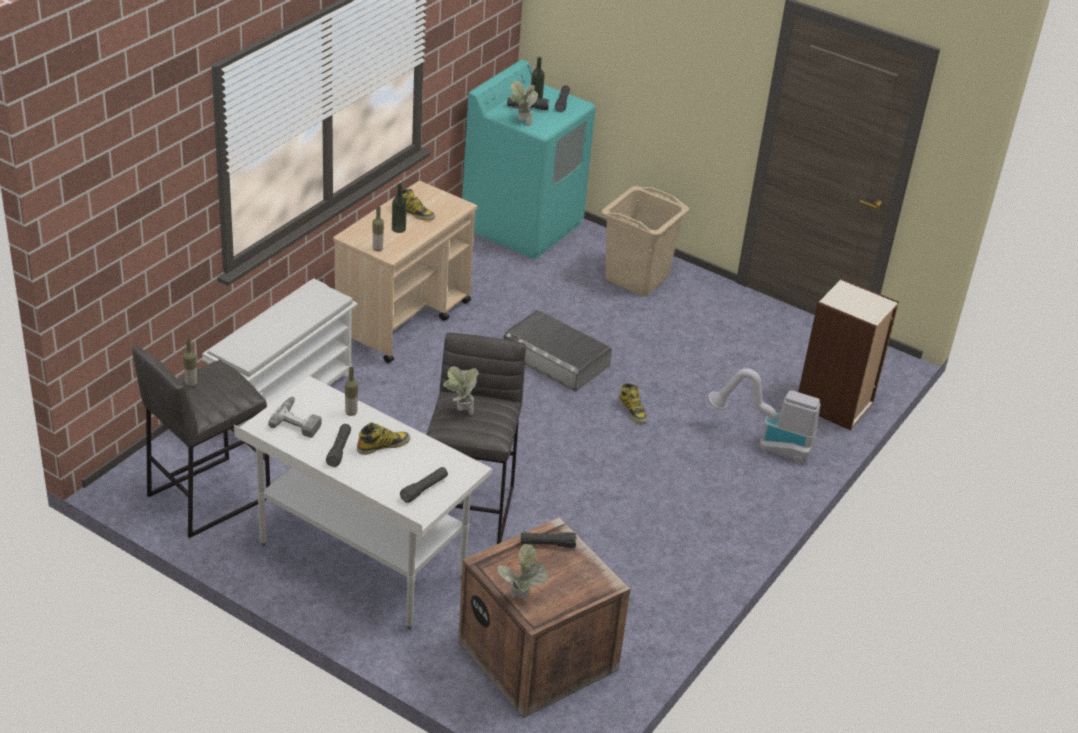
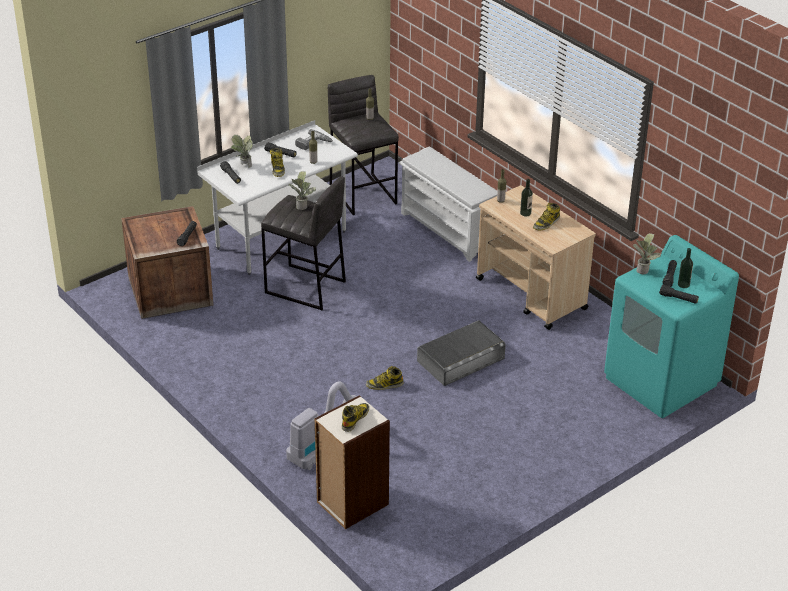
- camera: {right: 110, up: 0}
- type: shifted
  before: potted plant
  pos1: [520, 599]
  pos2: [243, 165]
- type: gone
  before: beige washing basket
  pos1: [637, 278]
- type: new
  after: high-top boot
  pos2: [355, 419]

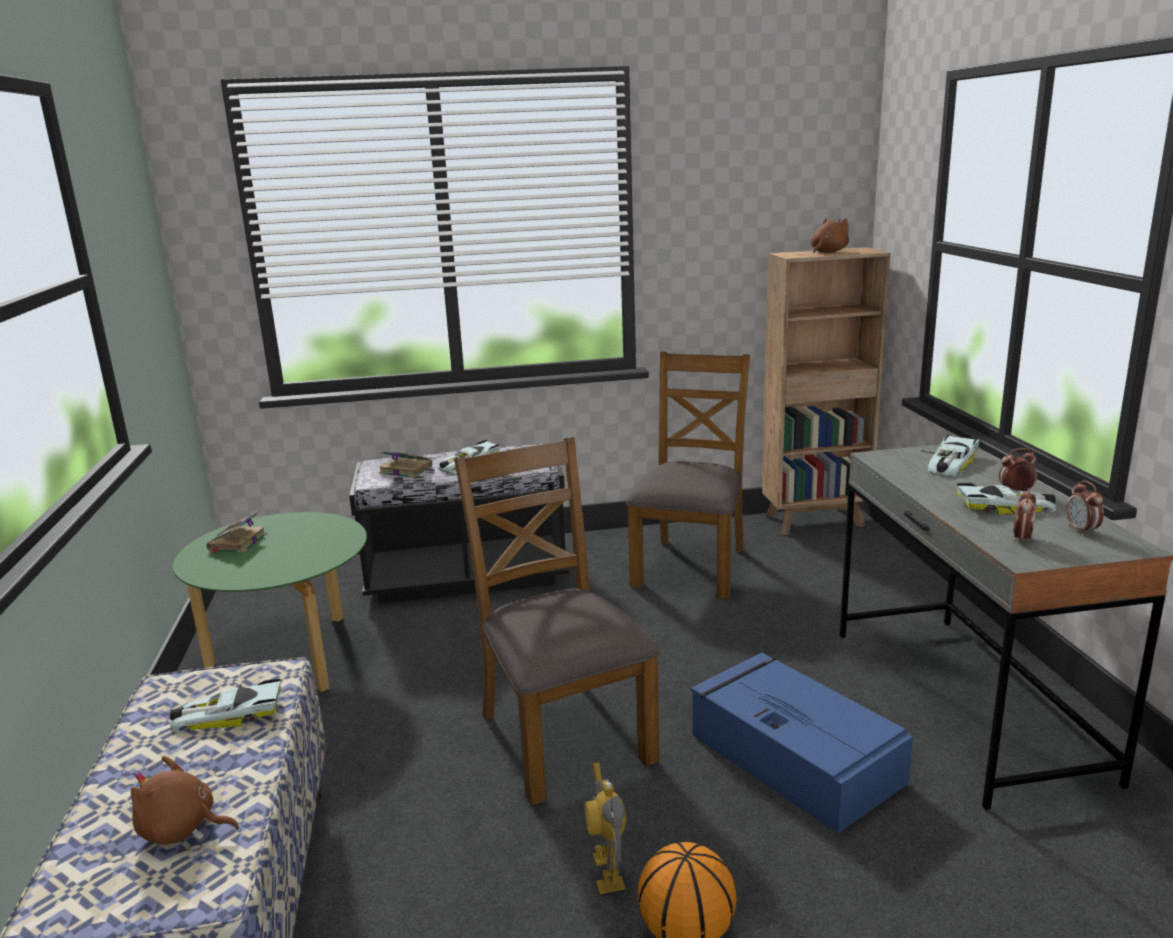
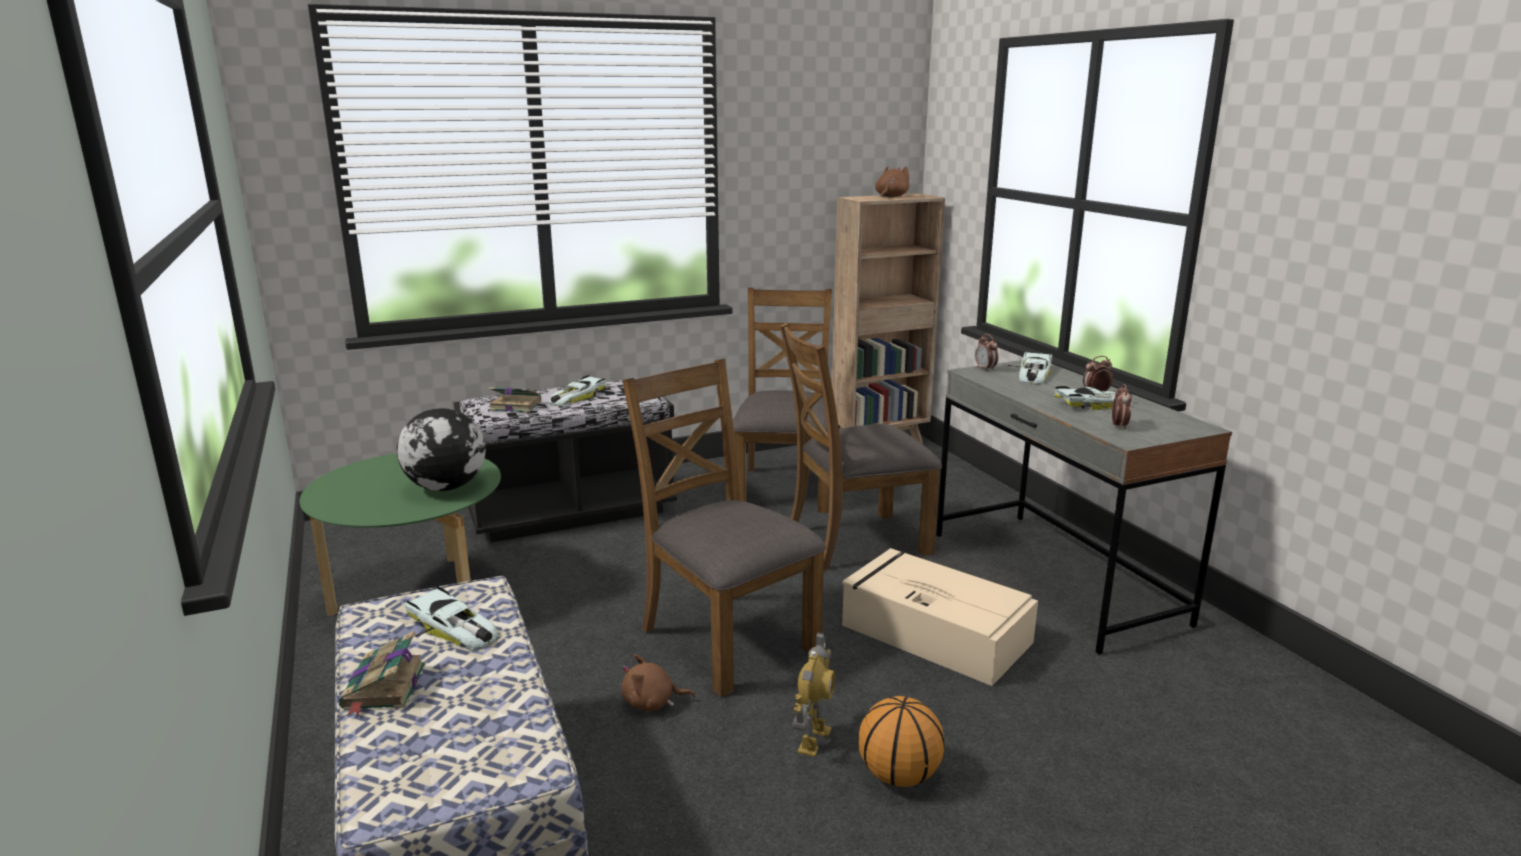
- camera: {right: -15, up: 0}
- type: shifted
  before: brown soft toy
  pos1: [182, 830]
  pos2: [652, 703]
- type: rotated
  before: toy car
  pos1: [228, 714]
  pos2: [453, 629]
  turn: -120
- type: shifted
  before: volume
  pos1: [237, 543]
  pos2: [383, 688]
- type: rotated
  before: robot figure
  pos1: [608, 872]
  pos2: [813, 740]
  turn: -135
- type: repainted
  before: bluish storage bin
  after: beige storage bin
  pos1: [792, 756]
  pos2: [933, 632]
- type: shifted
  before: alarm clock
  pos1: [1081, 531]
  pos2: [985, 369]
- type: new
  after: globe
  pos2: [447, 487]
- type: new
  after: brown plain chair
  pos2: [855, 541]

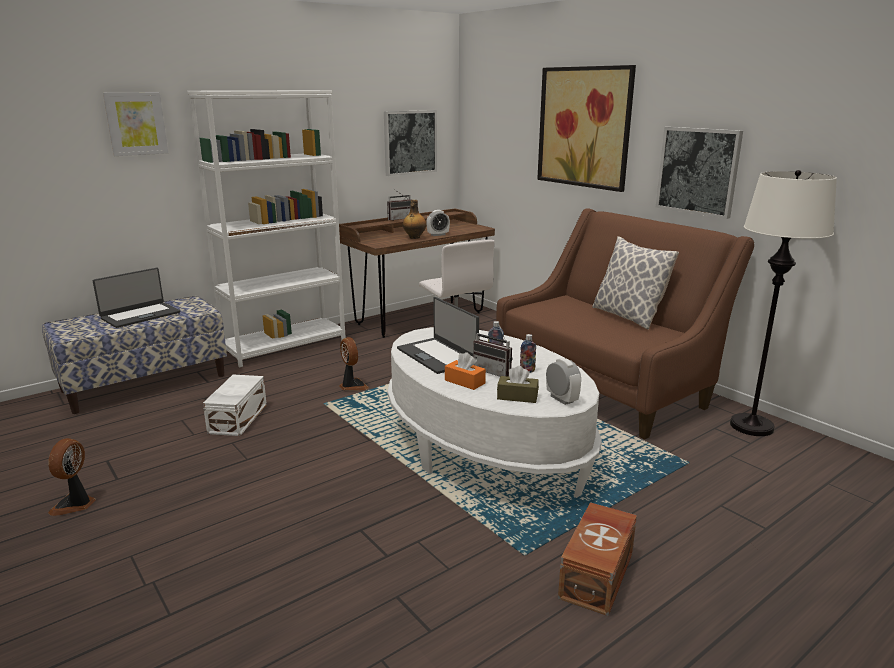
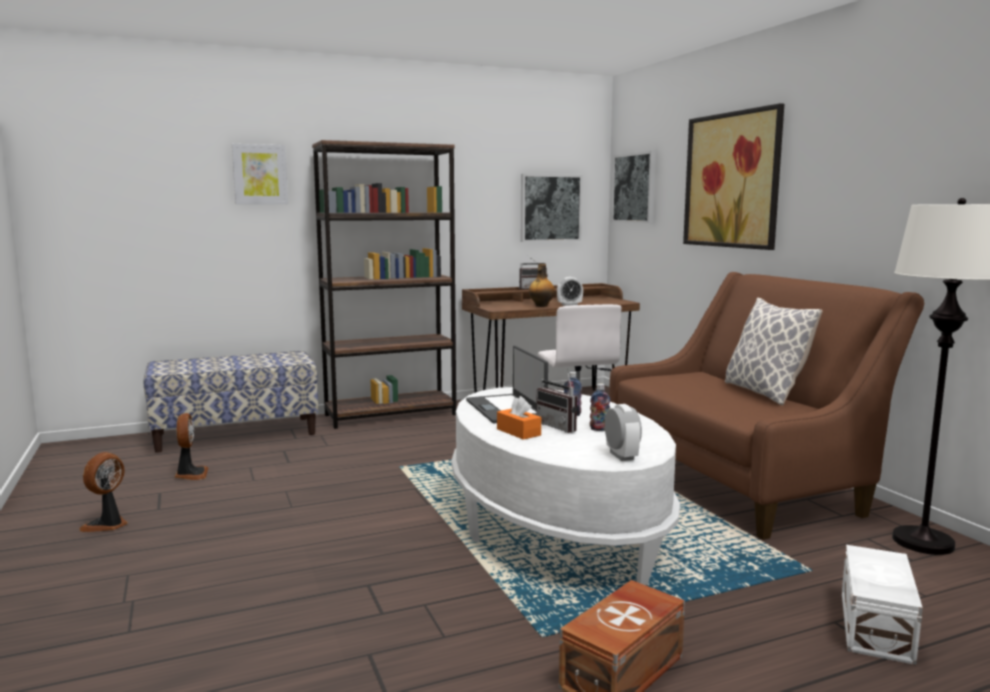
- camera: {right: 15, up: -10}
- type: gone
  before: notebook computer
  pos1: [140, 315]
- type: repainted
  before: white bookcase
  after: brown bookcase
  pos1: [285, 346]
  pos2: [391, 415]
- type: shifted
  before: white storage bin
  pos1: [236, 419]
  pos2: [873, 626]
- type: shifted
  before: electric fan
  pos1: [352, 386]
  pos2: [191, 474]
- type: gone
  before: brown tissue holder
  pos1: [517, 396]
- type: shifted
  before: wall art
  pos1: [698, 171]
  pos2: [634, 188]

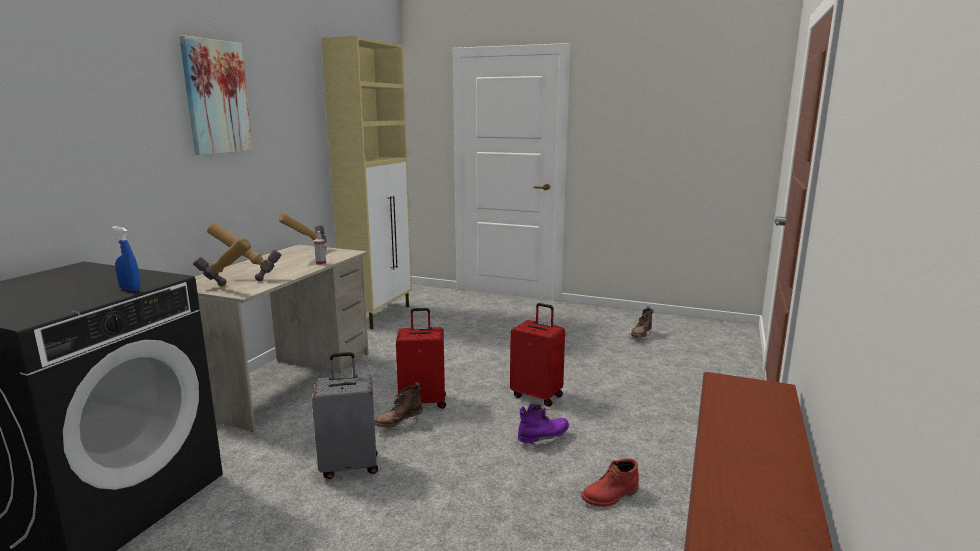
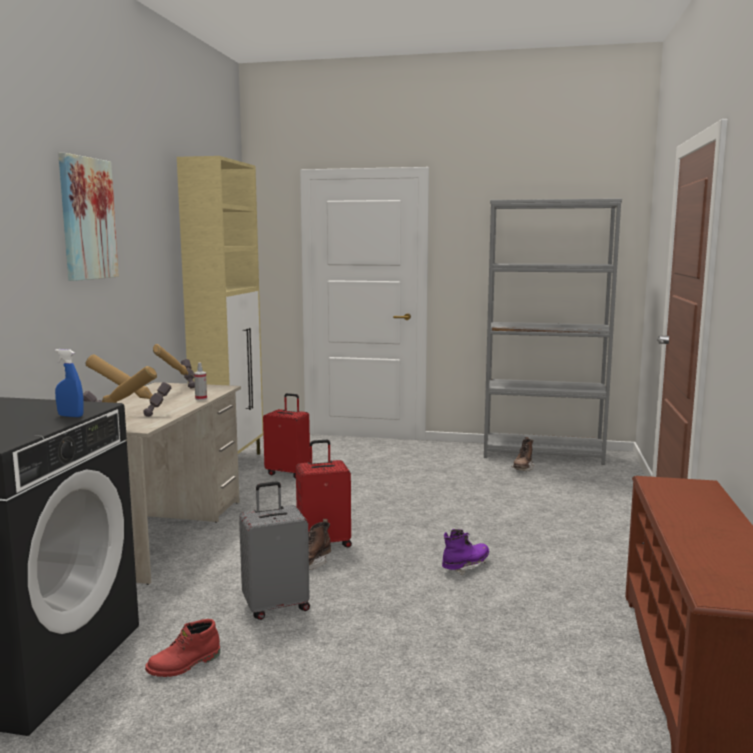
- camera: {right: -10, up: -5}
- type: shifted
  before: red-coloured suitcase
  pos1: [537, 395]
  pos2: [288, 473]
- type: shifted
  before: red-coloured high-top boot
  pos1: [610, 496]
  pos2: [184, 665]
- type: new
  after: grey bookcase
  pos2: [543, 454]

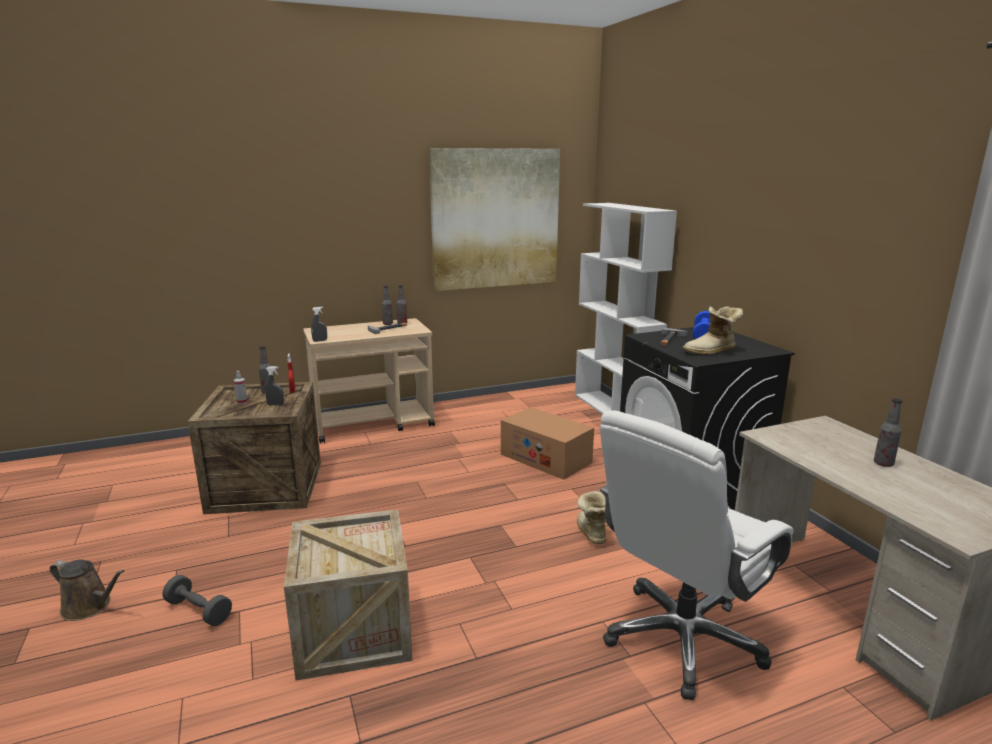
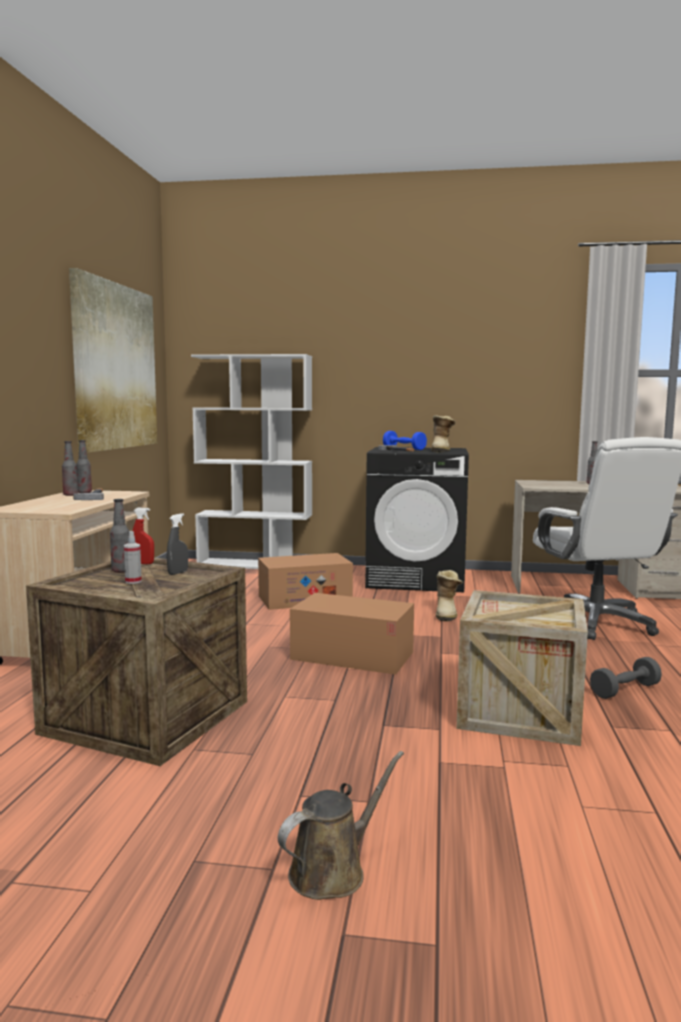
- camera: {right: -60, up: -10}
- type: shifted
  before: grey dumbbell
  pos1: [199, 611]
  pos2: [625, 690]
- type: gone
  before: grey hand sprayer
  pos1: [320, 341]
- type: rotated
  before: high-top boot
  pos1: [590, 533]
  pos2: [447, 614]
  turn: -105
- type: new
  after: packing box
  pos2: [352, 655]

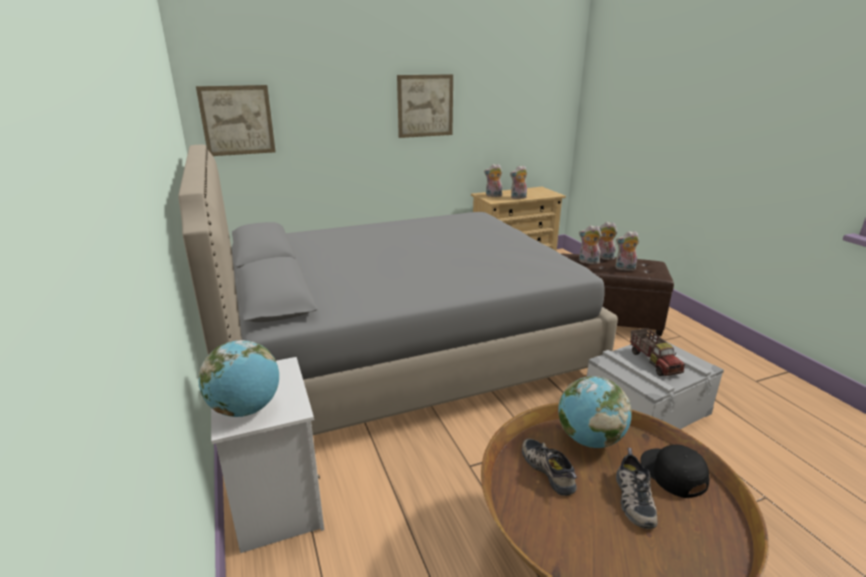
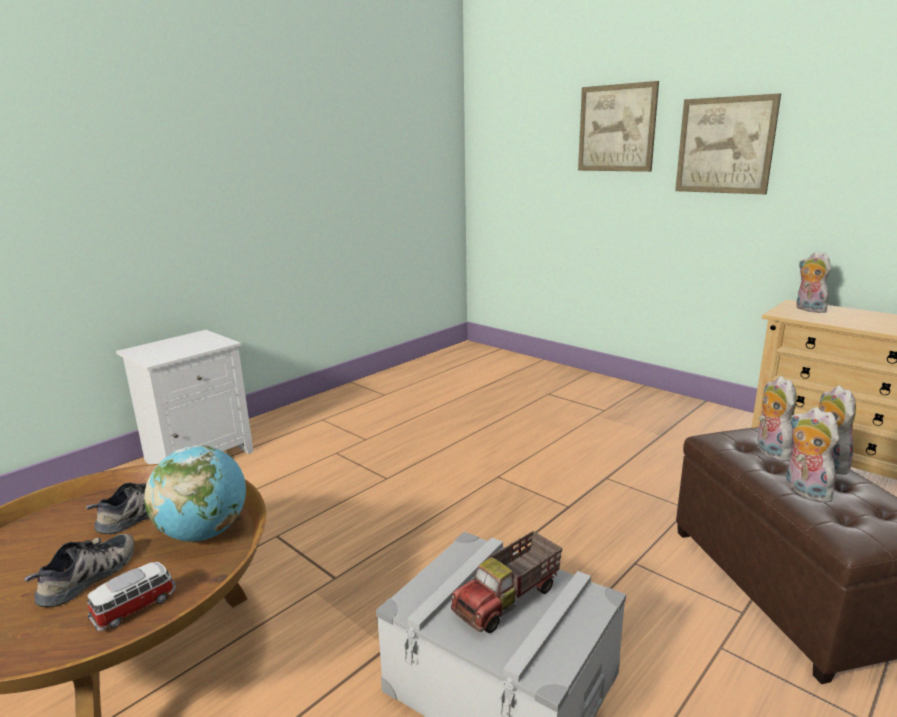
- camera: {right: 65, up: -5}
- type: gone
  before: grey bedroom bed
  pos1: [399, 351]
- type: shifted
  before: wall art
  pos1: [237, 120]
  pos2: [616, 128]
- type: gone
  before: globe
  pos1: [246, 409]
- type: gone
  before: soft toy
  pos1: [518, 198]
- type: rotated
  before: item of footwear
  pos1: [632, 497]
  pos2: [90, 577]
  turn: 135
- type: swapped
  before: black-coloured cap
  after: toy car
  pos1: [672, 473]
  pos2: [136, 607]

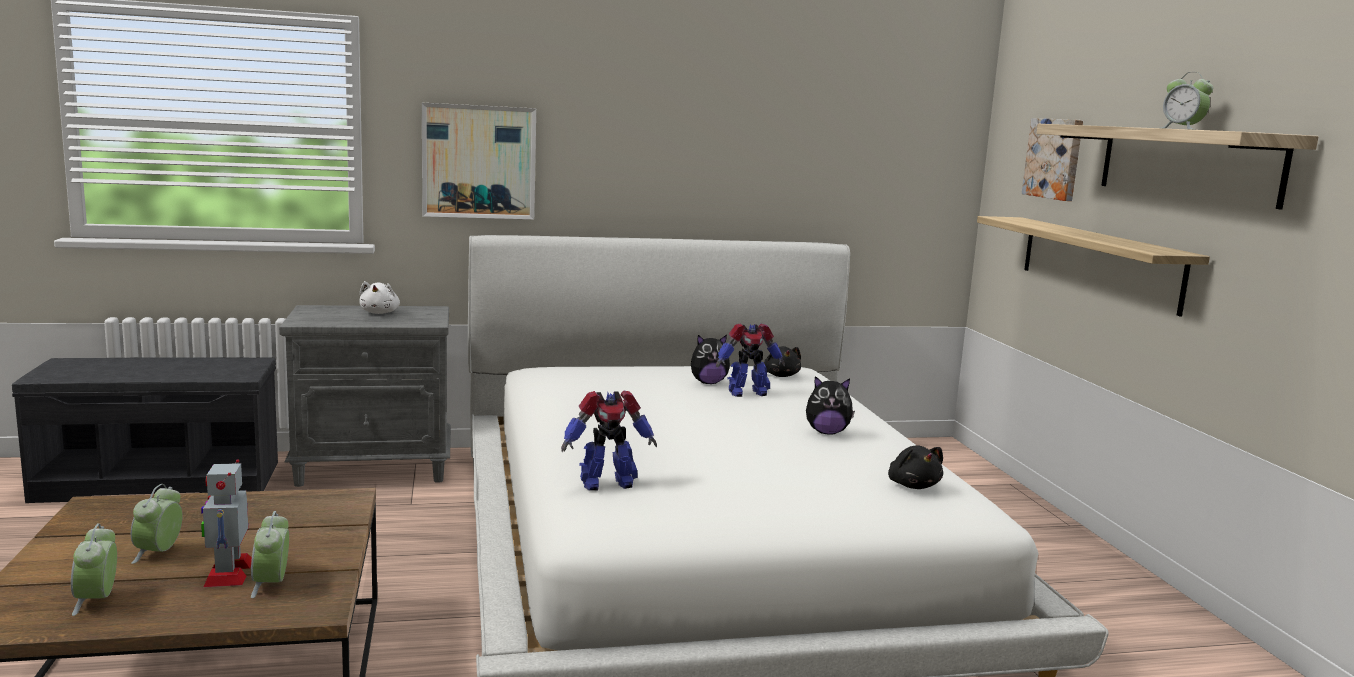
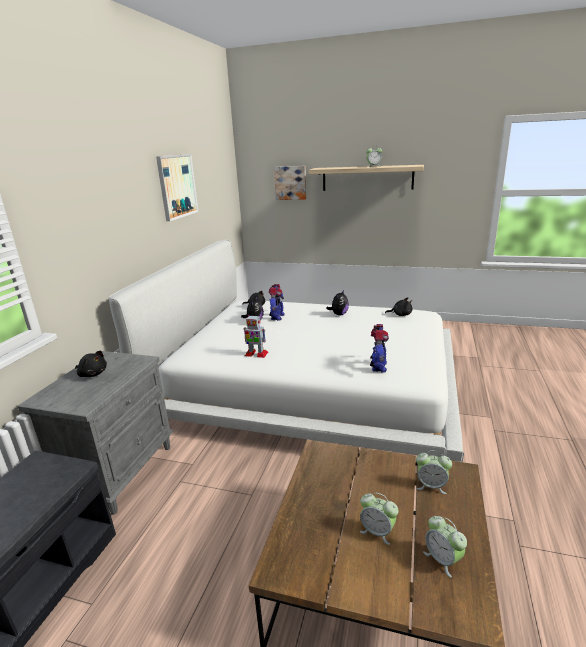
- camera: {right: -60, up: 10}
- type: rotated
  before: alarm clock
  pos1: [97, 601]
  pos2: [442, 559]
  turn: 45
- type: shifted
  before: robot figure
  pos1: [228, 572]
  pos2: [256, 354]
- type: repainted
  before: white soft toy
  after: black-coloured soft toy
  pos1: [380, 313]
  pos2: [92, 374]
- type: shifted
  before: wall art
  pos1: [479, 162]
  pos2: [177, 186]
- type: gone
  before: wall shelf
  pos1: [1098, 262]

